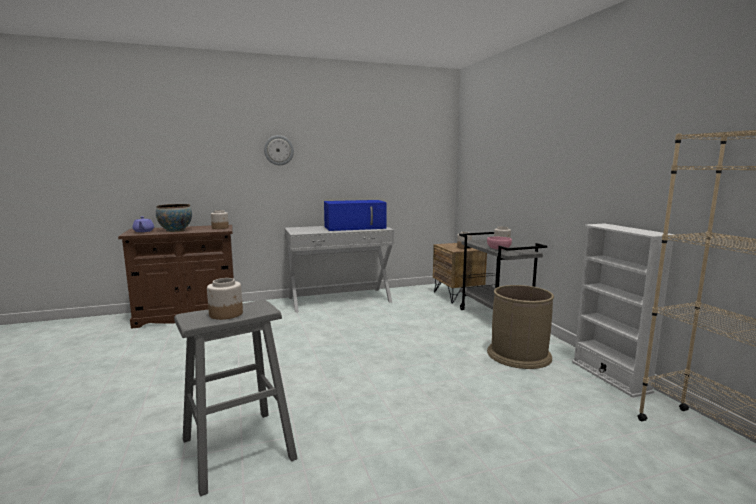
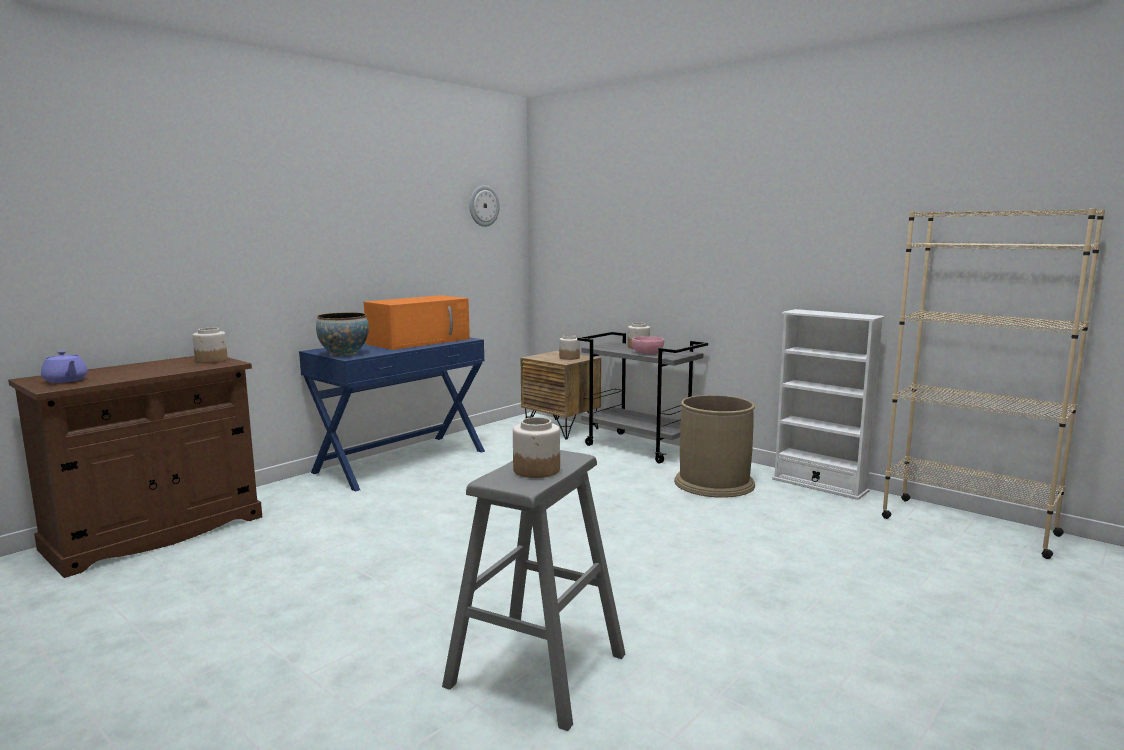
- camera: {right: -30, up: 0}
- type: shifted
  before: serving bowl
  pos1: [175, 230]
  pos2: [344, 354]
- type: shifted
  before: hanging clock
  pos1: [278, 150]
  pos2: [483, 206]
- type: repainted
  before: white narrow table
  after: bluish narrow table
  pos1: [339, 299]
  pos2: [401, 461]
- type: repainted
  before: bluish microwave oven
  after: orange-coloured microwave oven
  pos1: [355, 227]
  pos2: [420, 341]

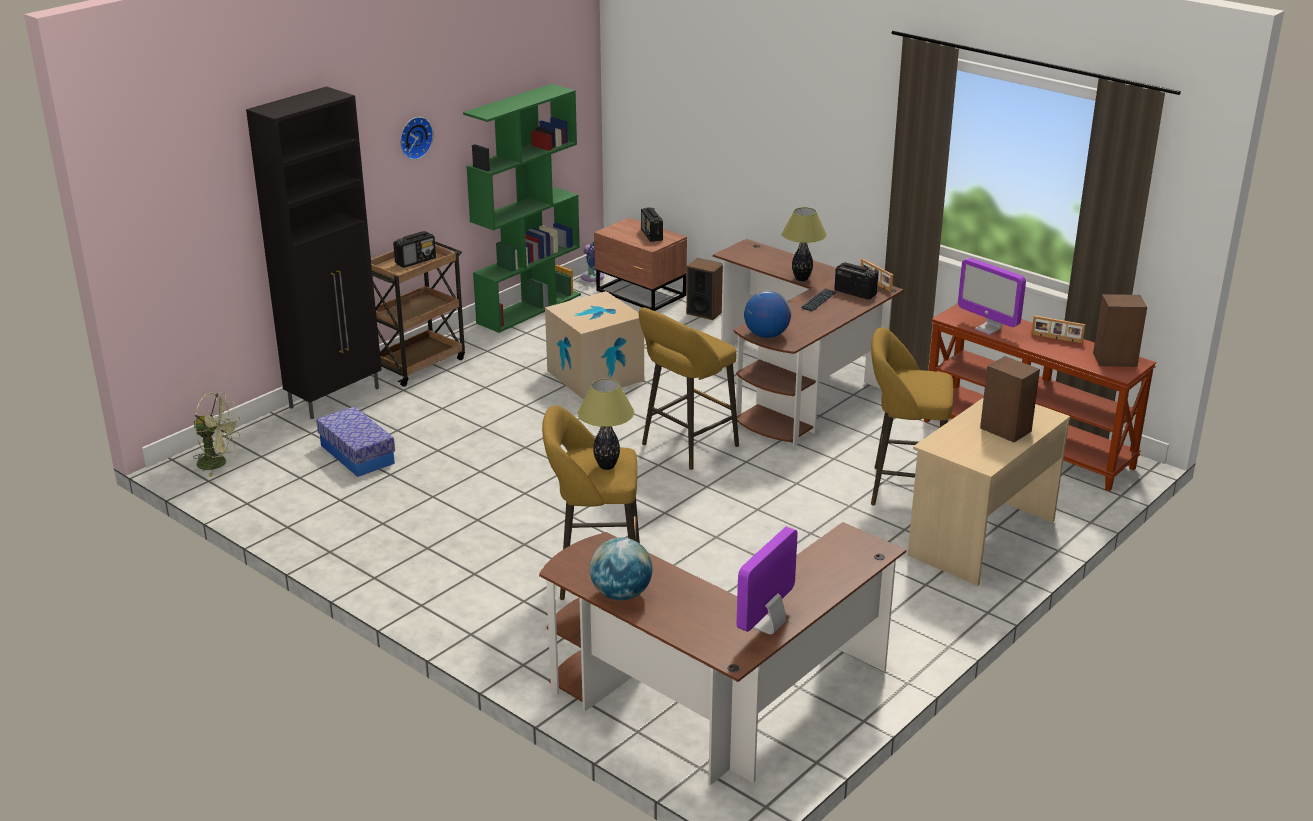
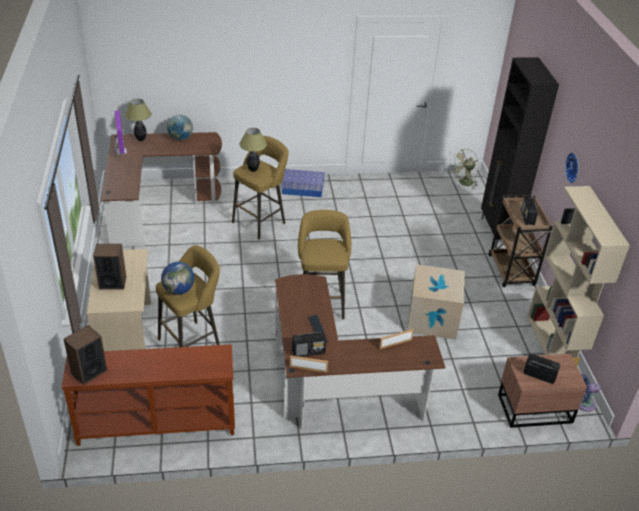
- camera: {right: 130, up: 10}
- type: shifted
  before: storage bin
  pos1: [357, 454]
  pos2: [302, 189]
- type: repainted
  before: green-coloured bookcase
  after: beige bookcase
  pos1: [529, 308]
  pos2: [553, 346]
- type: gone
  before: speaker
  pos1: [704, 312]
- type: shifted
  before: globe
  pos1: [766, 335]
  pos2: [179, 290]
- type: shifted
  before: tabletop lamp
  pos1: [802, 279]
  pos2: [141, 139]
- type: gone
  before: computer display
  pos1: [988, 329]
- type: shifted
  before: photo frame
  pos1: [1056, 338]
  pos2: [395, 344]

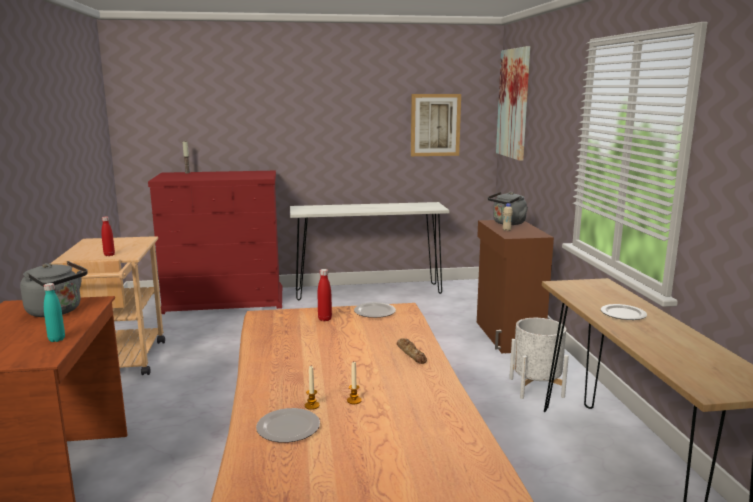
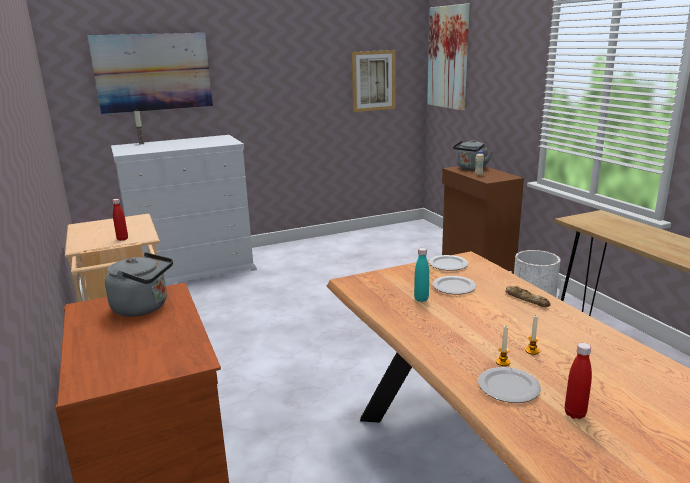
- camera: {right: -15, up: 5}
- type: shifted
  before: turquoise drink bottle
  pos1: [56, 339]
  pos2: [421, 299]
- type: repainted
  before: red-coloured drawer chest
  after: white drawer chest
  pos1: [225, 300]
  pos2: [193, 269]
- type: gone
  before: white narrow table
  pos1: [368, 292]
- type: shifted
  before: red-coloured drink bottle
  pos1: [325, 319]
  pos2: [575, 414]
- type: shifted
  before: flat dish
  pos1: [624, 314]
  pos2: [454, 287]
- type: new
  after: wall art
  pos2: [153, 72]

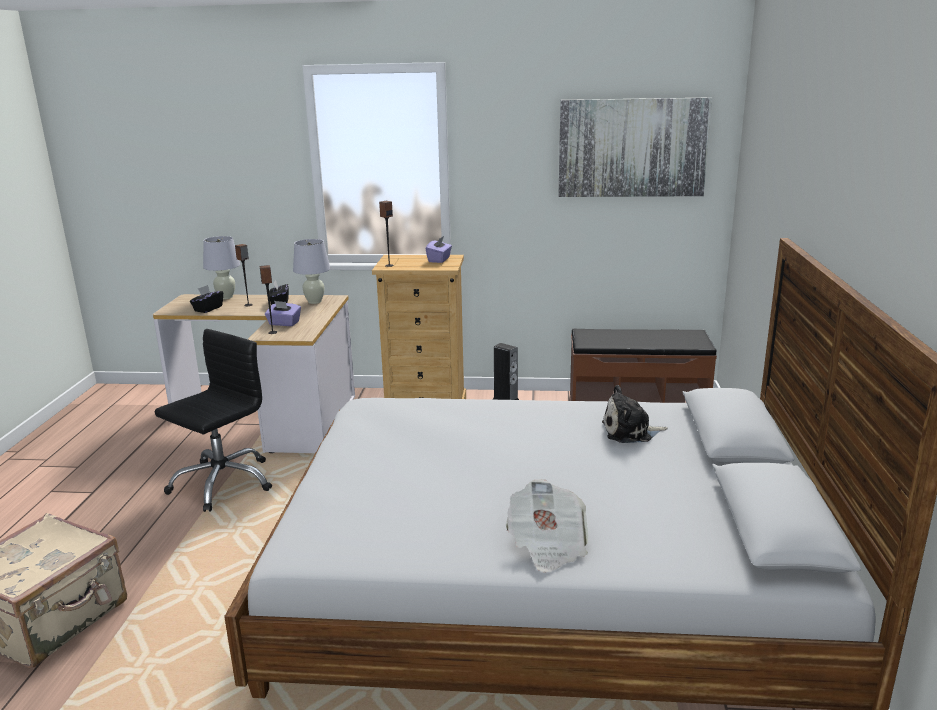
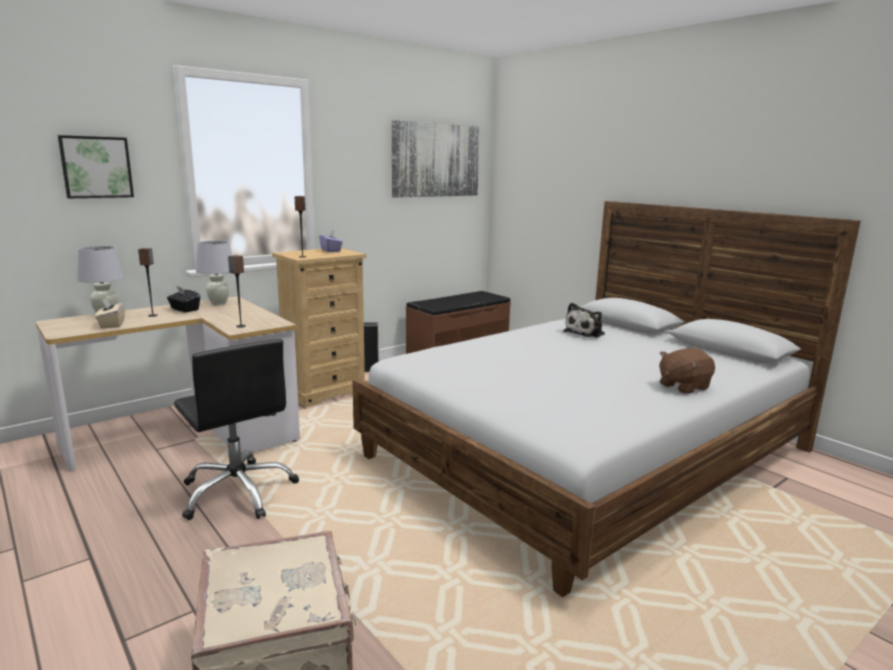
- camera: {right: -45, up: -5}
- type: rotated
  before: black-coloured desk chair
  pos1: [222, 483]
  pos2: [238, 492]
  turn: 150
- type: repainted
  before: black-coloured tissue holder
  after: beige tissue holder
  pos1: [208, 309]
  pos2: [112, 324]
- type: gone
  before: purple-coloured tissue holder
  pos1: [284, 323]
- type: swapped
  before: printed paper
  after: brown soft toy
  pos1: [547, 545]
  pos2: [683, 386]
- type: new
  after: wall art
  pos2: [96, 167]

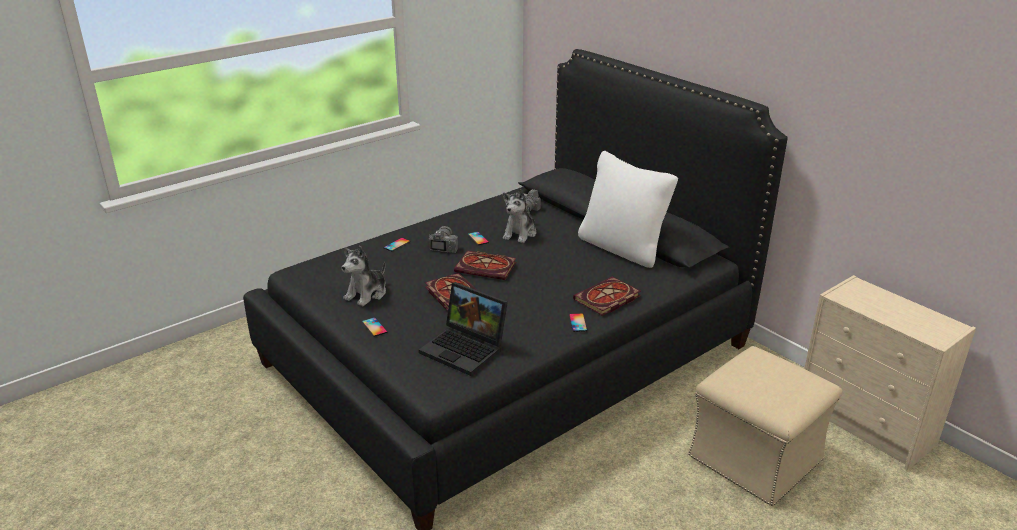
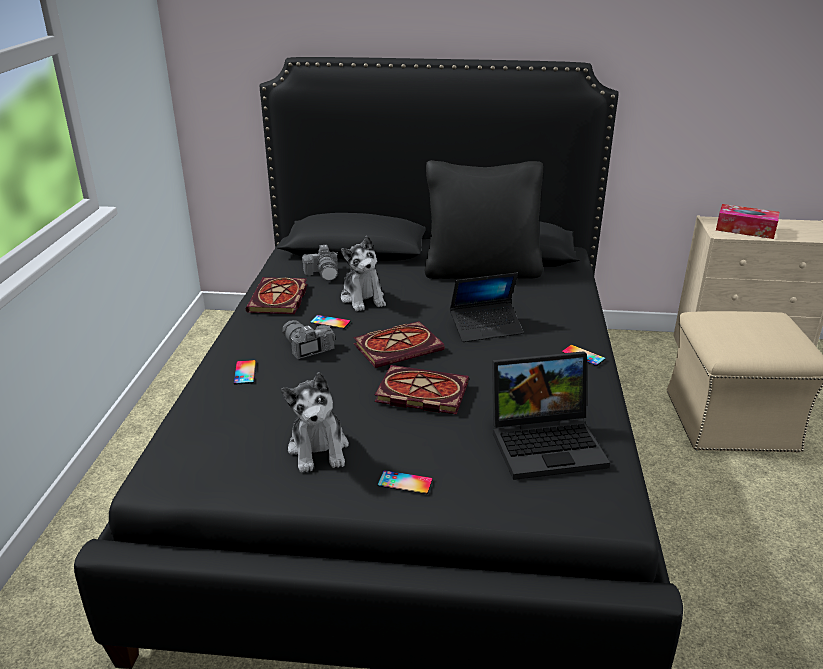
- camera: {right: -45, up: 0}
- type: shifted
  before: volume
  pos1: [607, 299]
  pos2: [279, 299]
- type: repainted
  before: white cushion
  after: black-coloured cushion
  pos1: [622, 248]
  pos2: [481, 271]
- type: new
  after: notebook computer
  pos2: [486, 328]
- type: new
  after: tissue holder
  pos2: [745, 229]

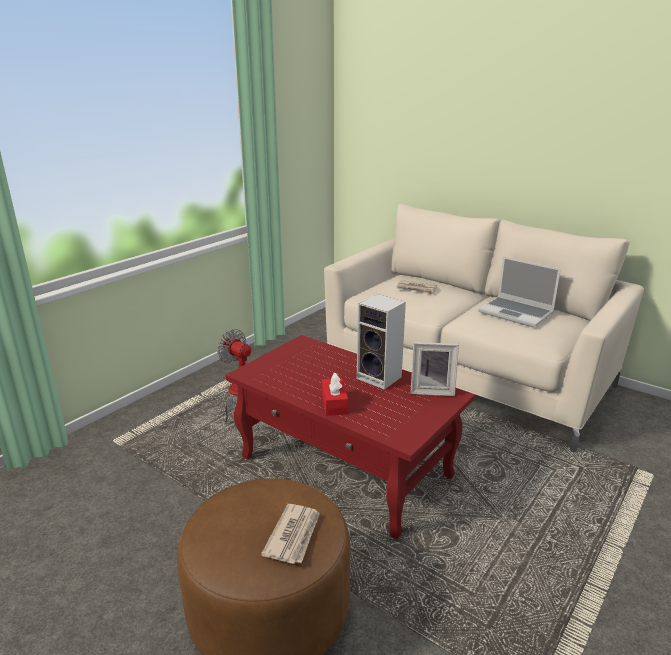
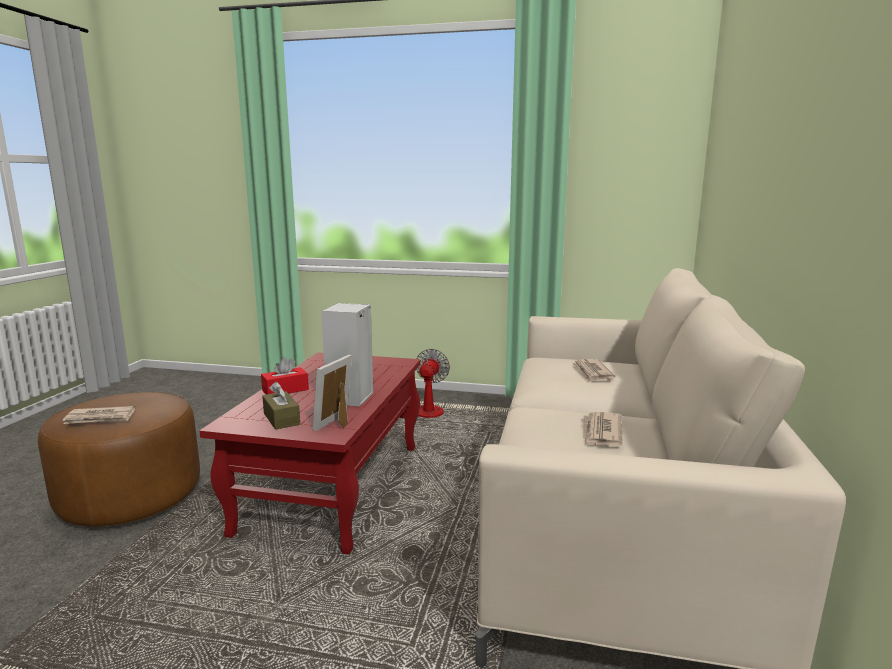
- camera: {right: 65, up: -10}
- type: rotated
  before: photo frame
  pos1: [432, 390]
  pos2: [338, 423]
  turn: 45
- type: swapped
  before: notebook computer
  after: printed paper
  pos1: [517, 313]
  pos2: [601, 432]
- type: new
  after: brown tissue holder
  pos2: [281, 419]

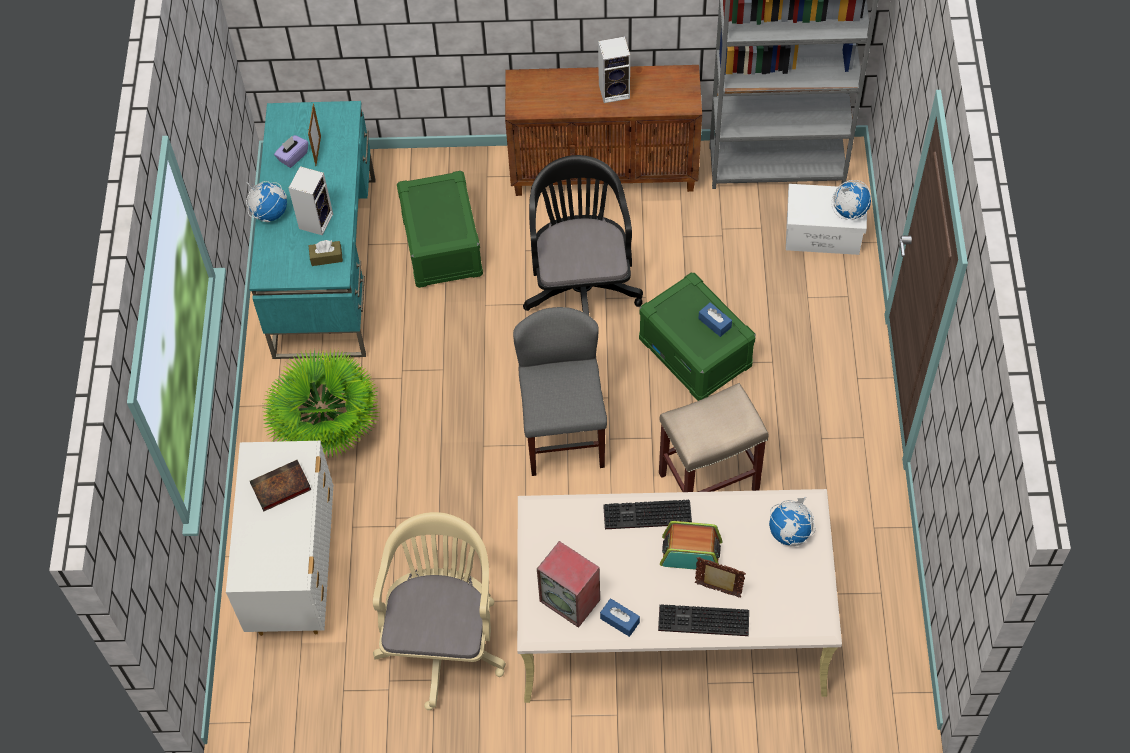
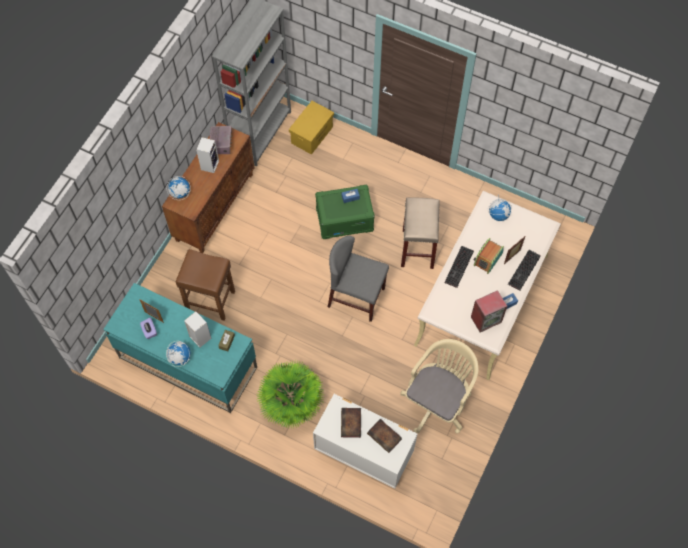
- camera: {right: -65, up: 5}
- type: rotated
  before: beige desk chair
  pos1: [443, 639]
  pos2: [438, 401]
  turn: 90
- type: swapped
  before: green-coloured storage bin
  after: brown stool
  pos1: [443, 245]
  pos2: [211, 300]
- type: gone
  before: black-coloured desk chair
  pos1: [581, 286]
- type: repainted
  before: white storage bin
  after: yellowish storage bin
  pos1: [823, 233]
  pos2: [312, 134]
- type: shifted
  before: globe
  pos1: [849, 211]
  pos2: [180, 193]
- type: new
  after: radio
  pos2: [221, 143]
- type: new
  after: volume
  pos2: [385, 437]

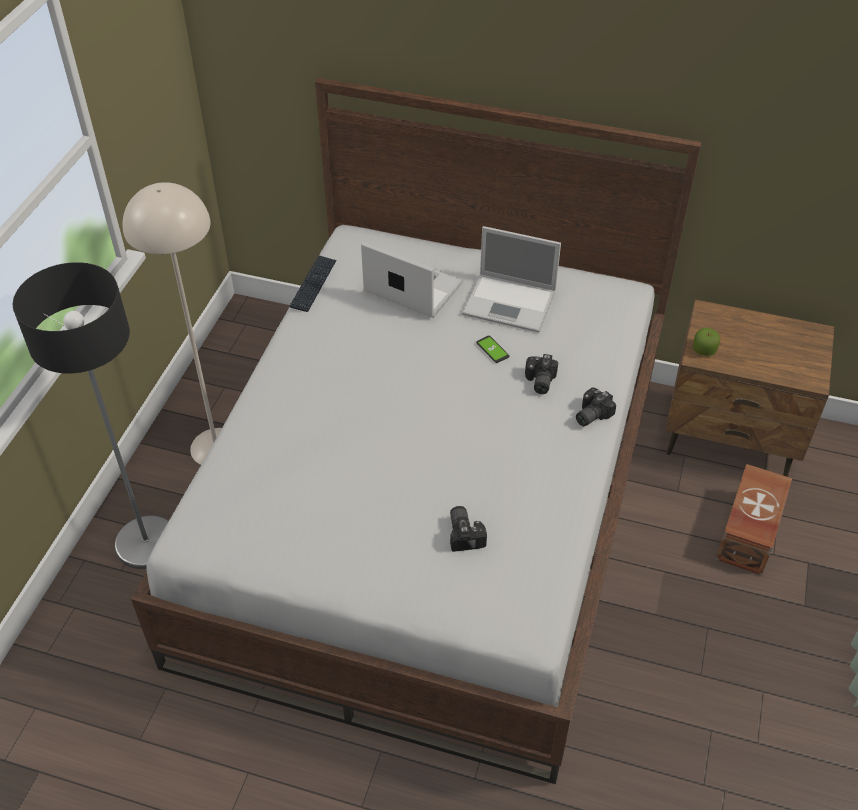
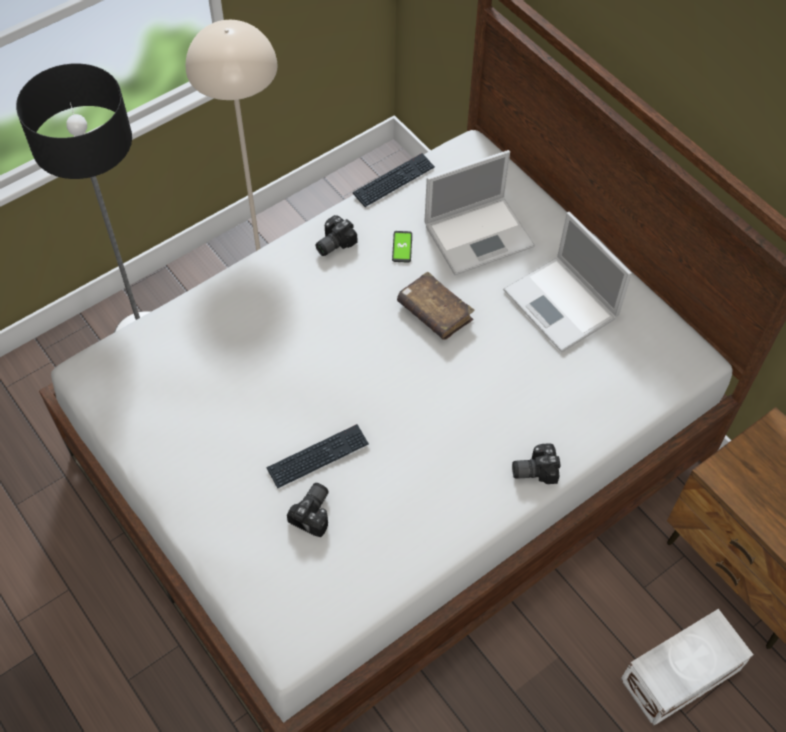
- camera: {right: 35, up: 10}
- type: rotated
  before: notebook computer
  pos1: [411, 288]
  pos2: [480, 234]
  turn: 90
- type: shifted
  before: handset
  pos1: [492, 350]
  pos2: [402, 247]
- type: shifted
  before: photo camera
  pos1: [539, 381]
  pos2: [332, 243]
- type: gone
  before: apple
  pos1: [704, 350]
- type: repainted
  before: brown storage bin
  after: white storage bin
  pos1: [747, 532]
  pos2: [677, 674]
- type: new
  after: keyboard
  pos2: [318, 457]
- type: new
  after: brown volume
  pos2: [434, 312]

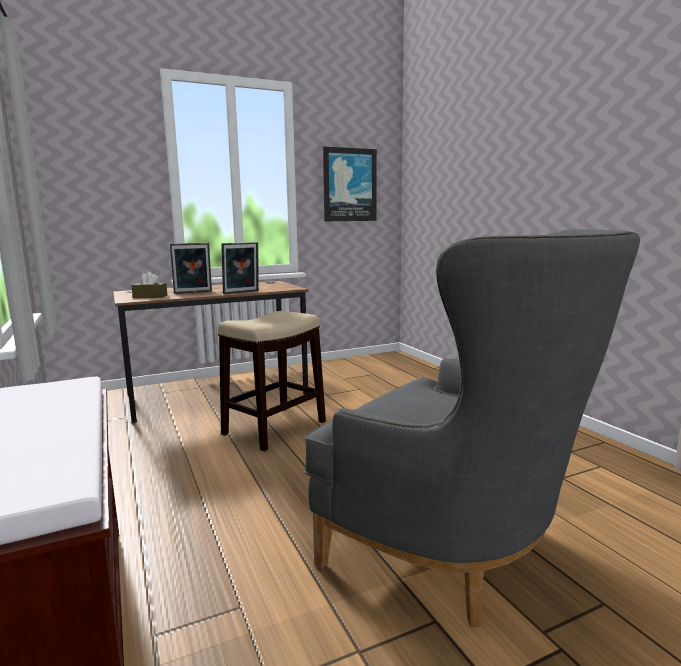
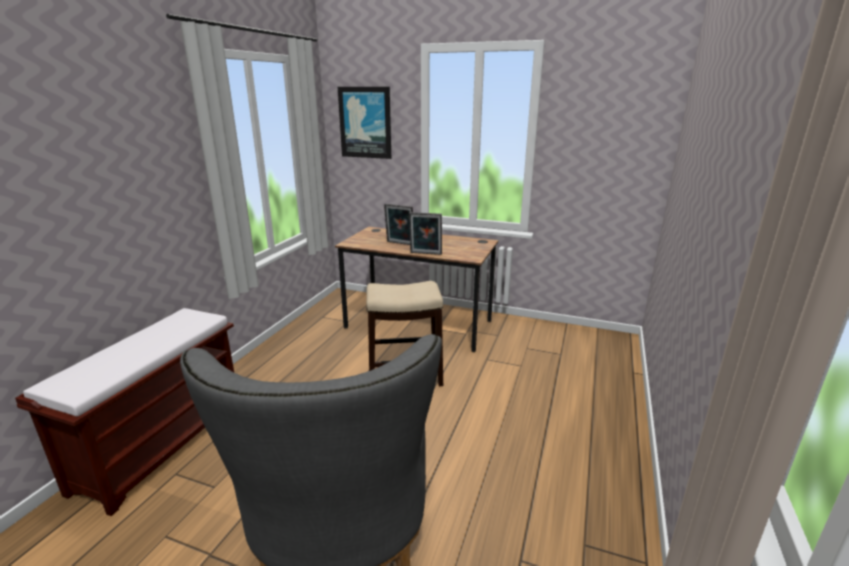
- camera: {right: 45, up: 10}
- type: gone
  before: brown tissue holder
  pos1: [150, 296]
- type: shifted
  before: wall art
  pos1: [349, 185]
  pos2: [365, 122]

